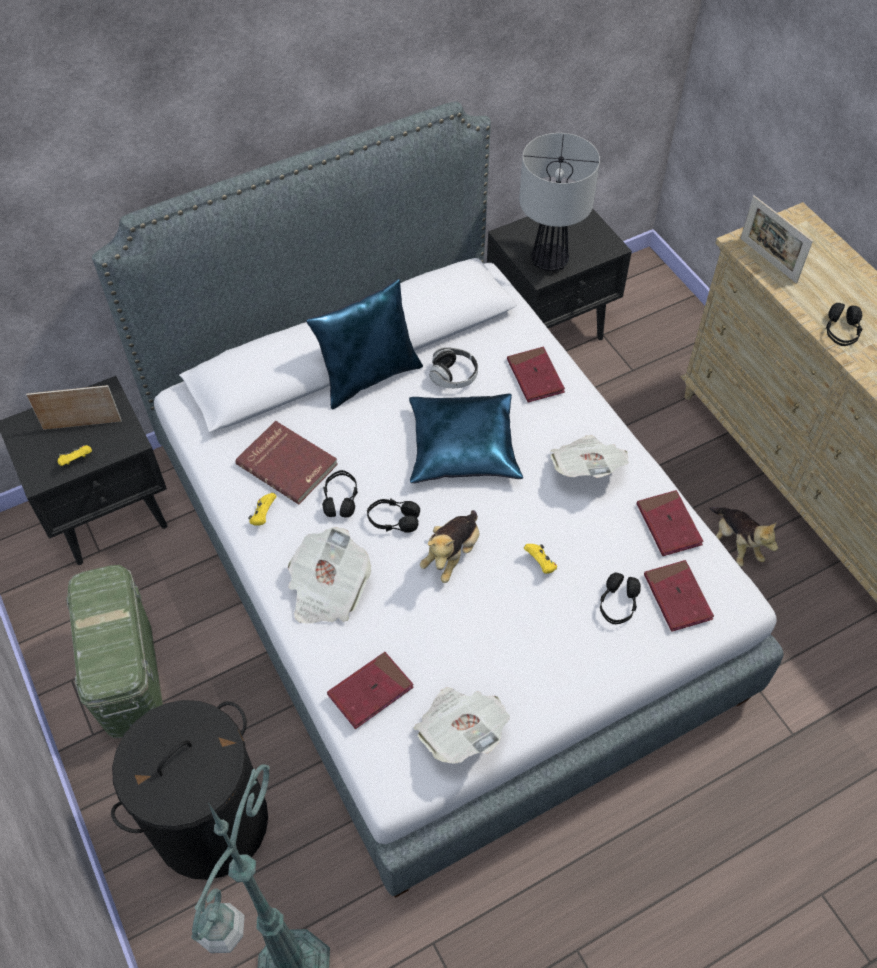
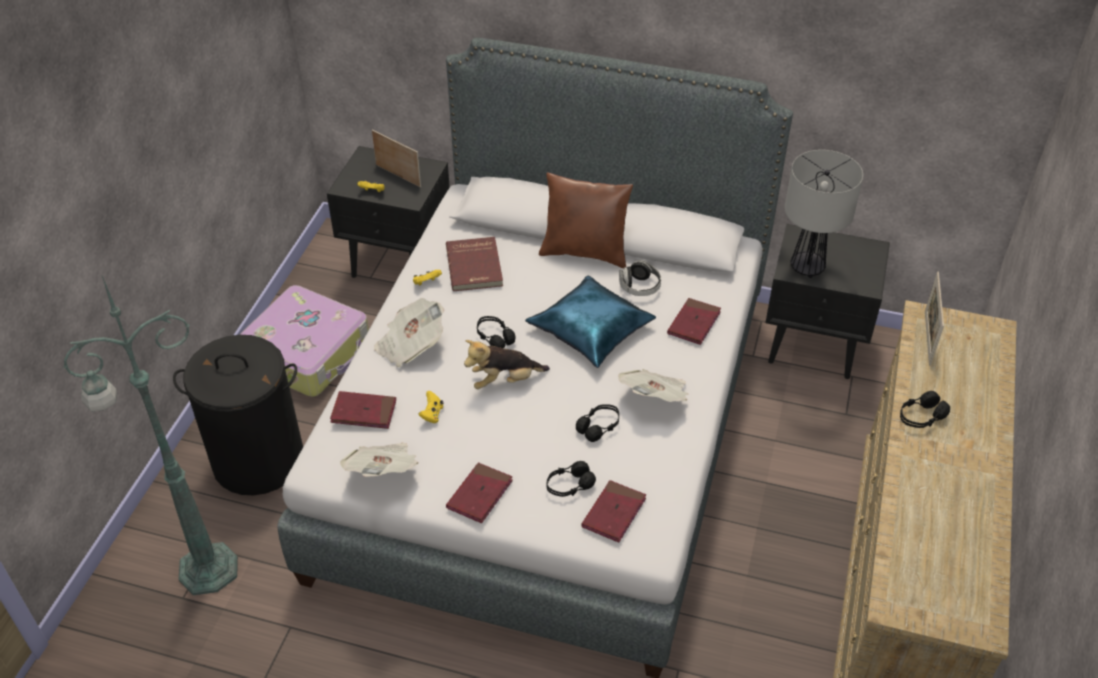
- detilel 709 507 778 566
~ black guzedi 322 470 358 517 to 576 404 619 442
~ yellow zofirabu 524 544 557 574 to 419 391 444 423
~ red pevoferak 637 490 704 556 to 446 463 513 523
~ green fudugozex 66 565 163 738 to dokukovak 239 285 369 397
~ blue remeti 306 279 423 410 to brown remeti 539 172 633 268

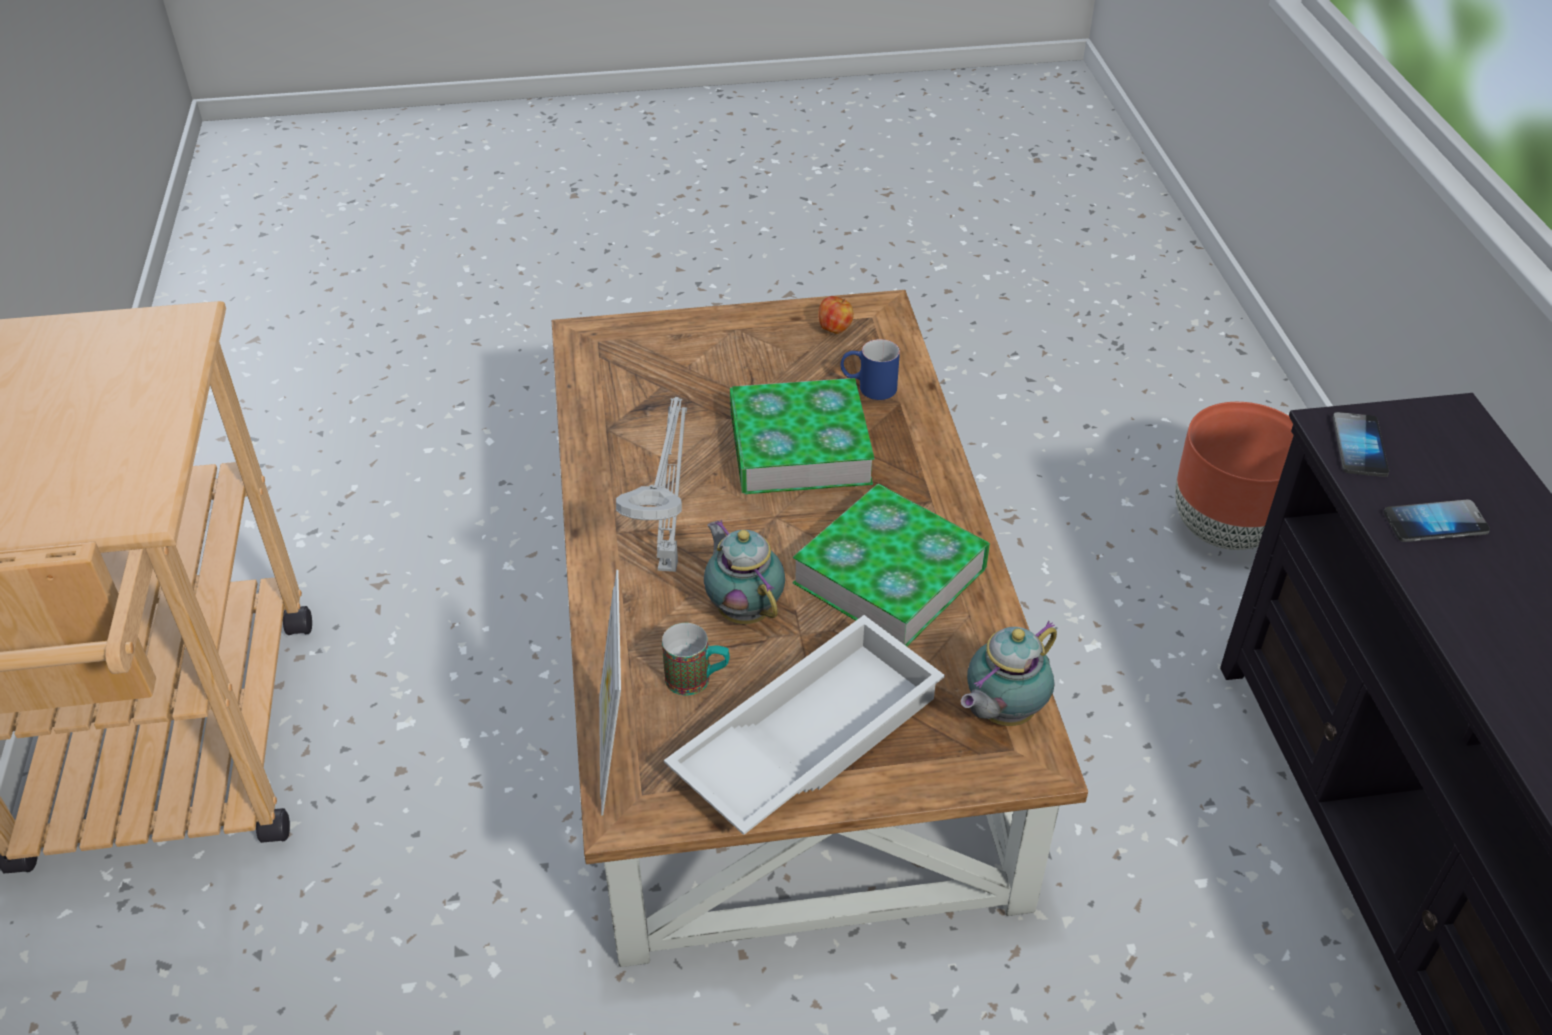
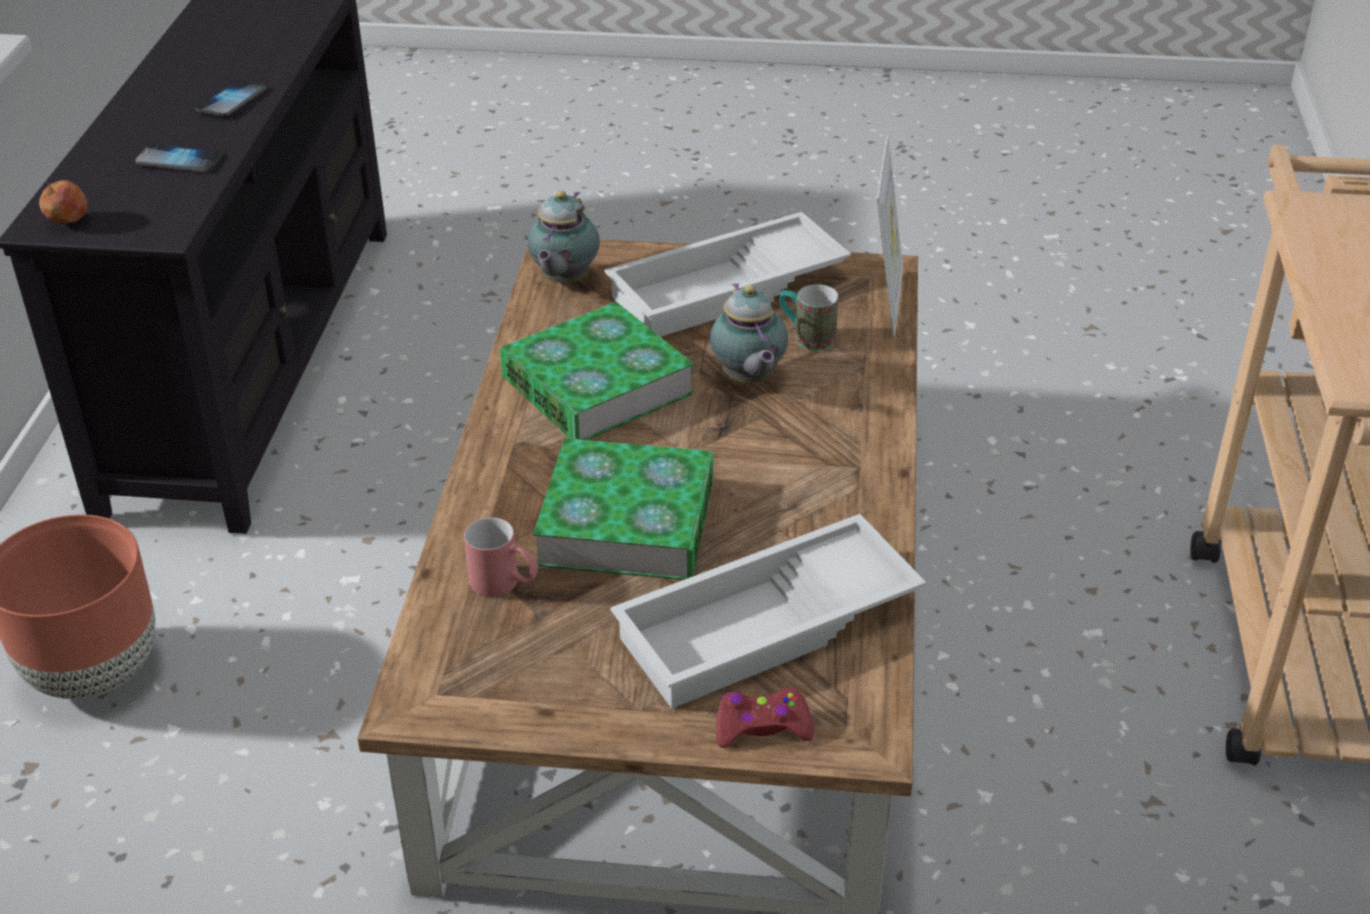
- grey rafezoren 616 397 687 572
+ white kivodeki 610 514 926 708
+ red zofirabu 716 688 814 748
~ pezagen 818 296 854 334 to 39 180 88 223
~ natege 1332 412 1389 477 to 196 80 267 117
~ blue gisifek 840 339 900 400 to red gisifek 464 518 538 597
~ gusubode 961 621 1057 726 = 528 191 600 284 135 degrees clockwise

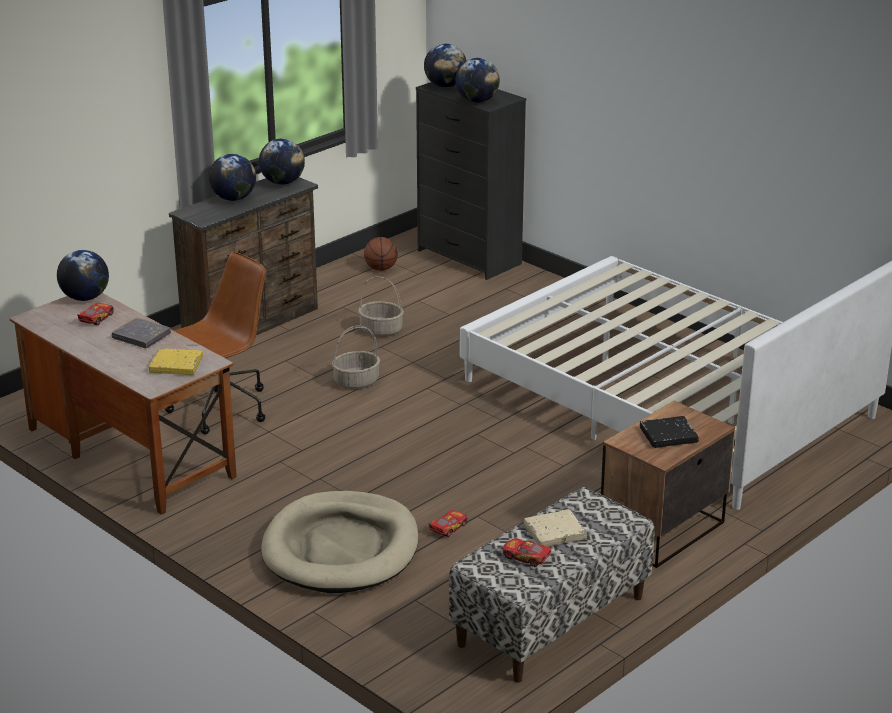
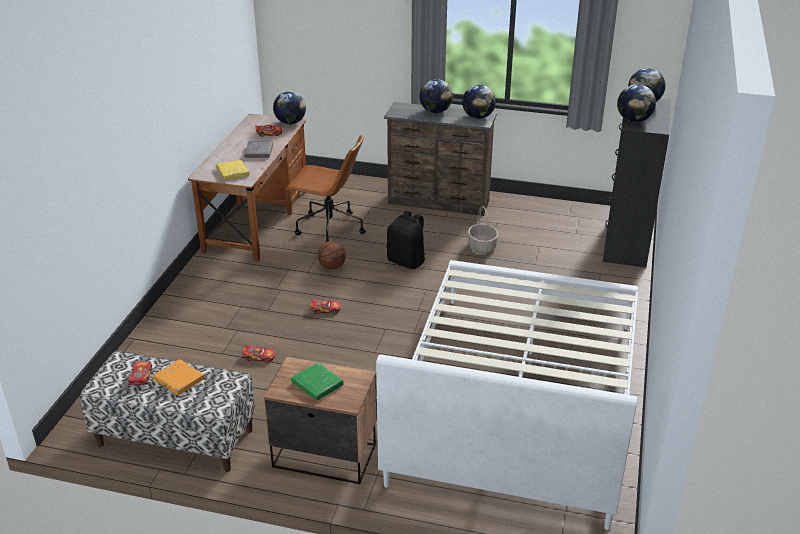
- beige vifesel 261 491 418 593
+ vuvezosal 310 300 341 314
~ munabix 364 237 398 271 to 318 241 346 269
~ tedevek 332 325 380 389 to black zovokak 386 211 426 269
~ beige pevoferak 523 509 587 547 to orange pevoferak 153 359 204 395
~ black pevoferak 640 416 698 448 to green pevoferak 291 362 344 400

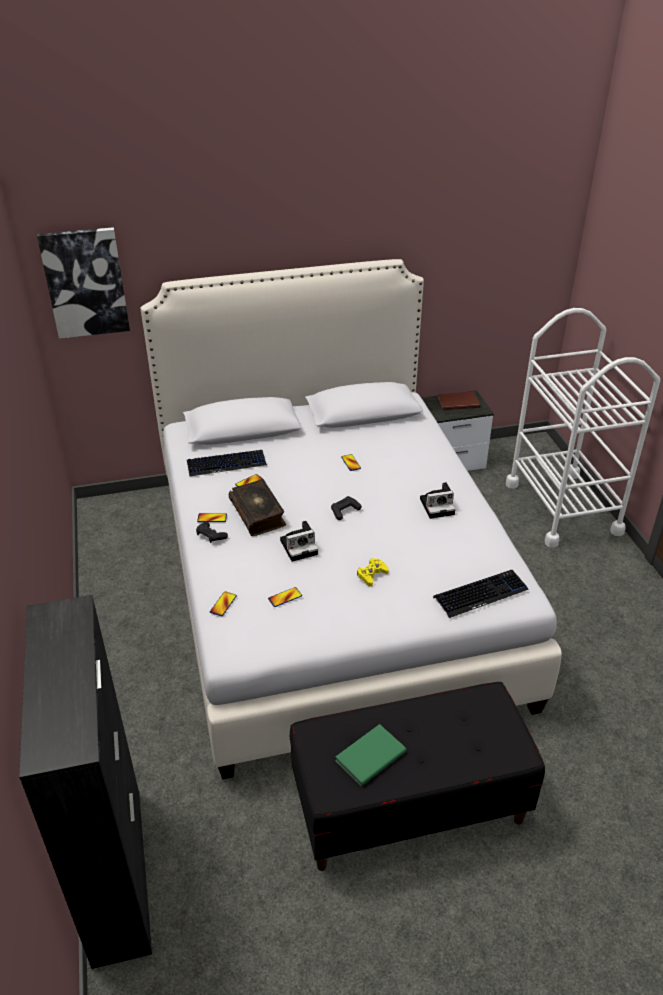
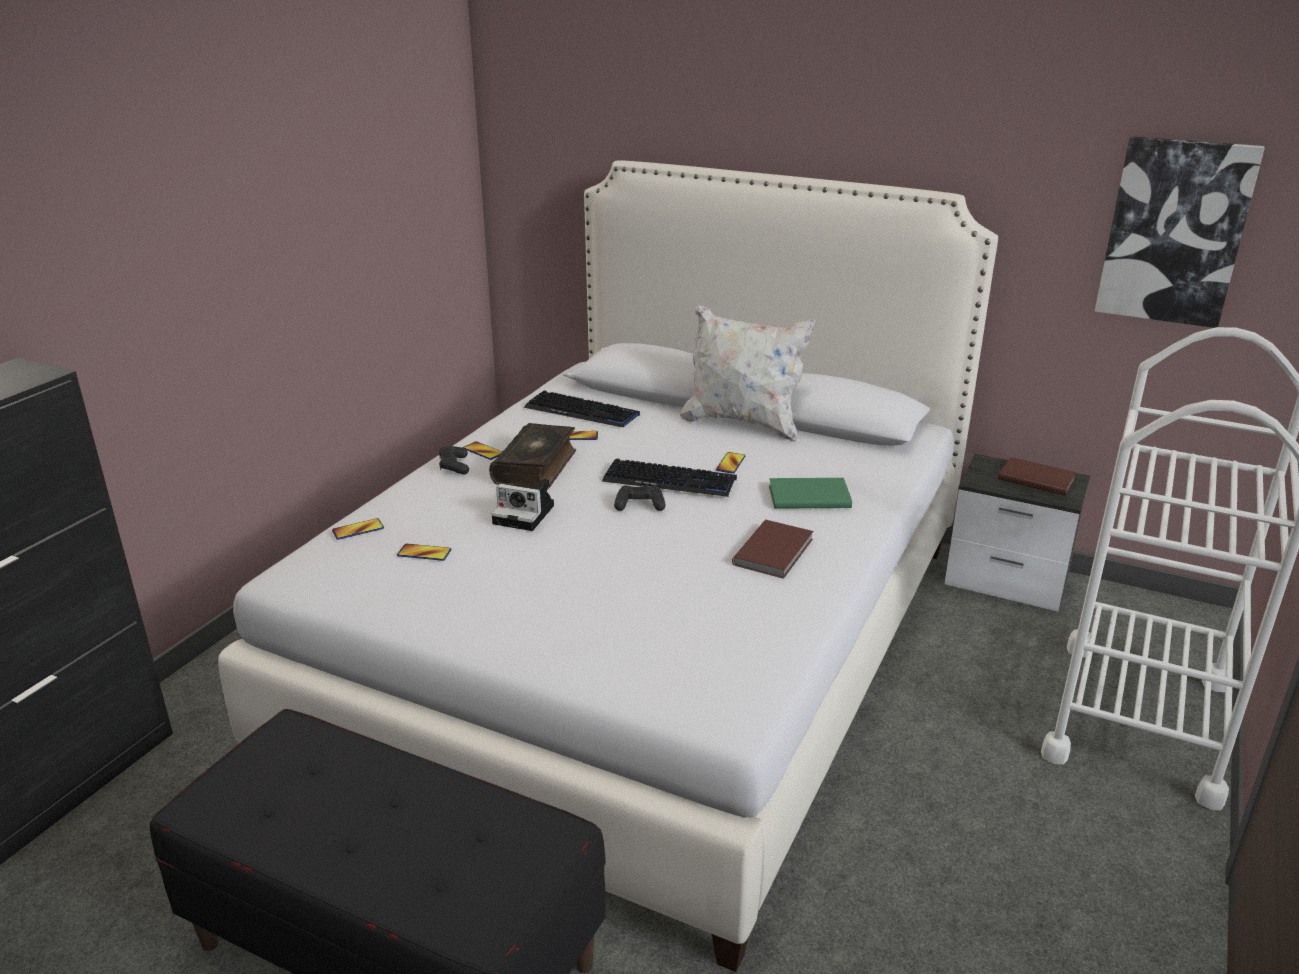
- yellow zofirabu 357 558 389 587
+ white remeti 680 304 815 442
~ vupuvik 37 227 130 339 to 1094 136 1265 328
~ green pevoferak 335 724 407 786 to 769 478 852 509
~ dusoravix 433 570 529 618 to 602 458 737 497
~ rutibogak 420 482 455 519 to brown pevoferak 732 520 814 579

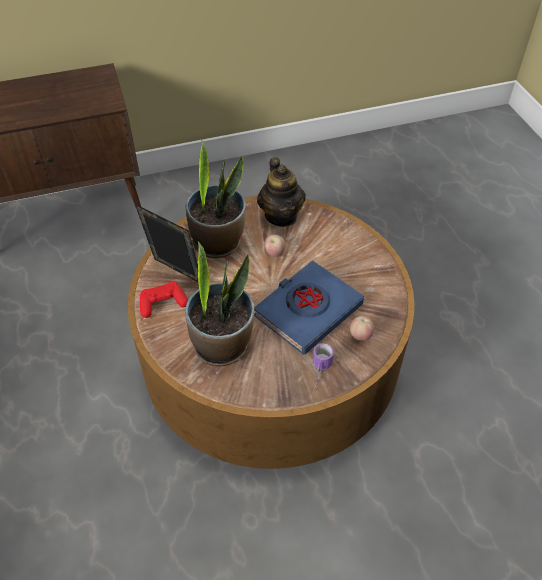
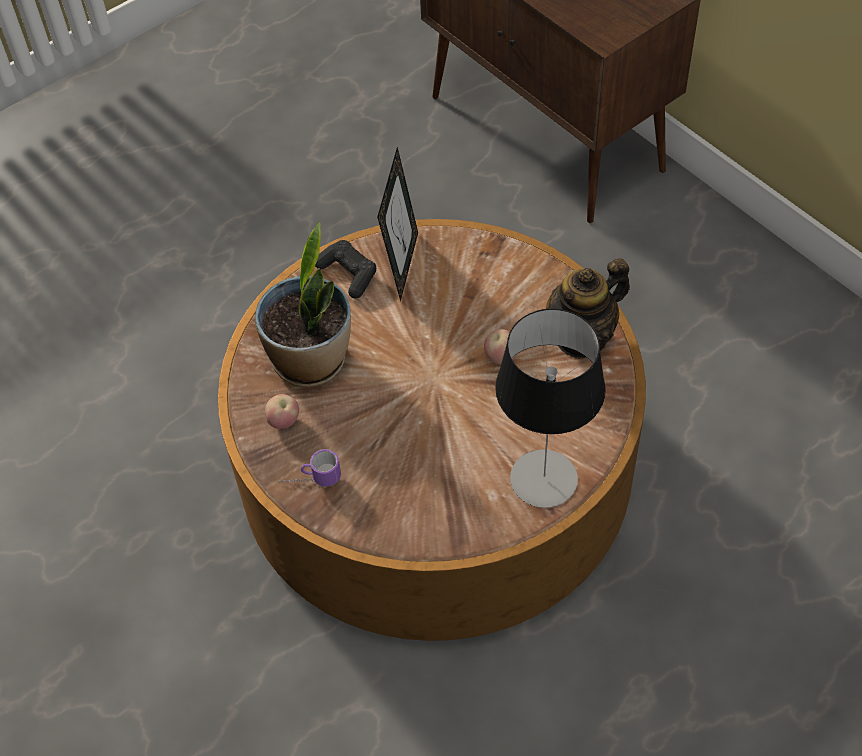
- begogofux 186 140 246 258
- blue pevoferak 254 260 364 355
+ rafezoren 495 309 606 508
~ pezagen 350 316 374 341 to 265 394 299 429
~ red zofirabu 140 282 188 318 to black zofirabu 315 240 376 298

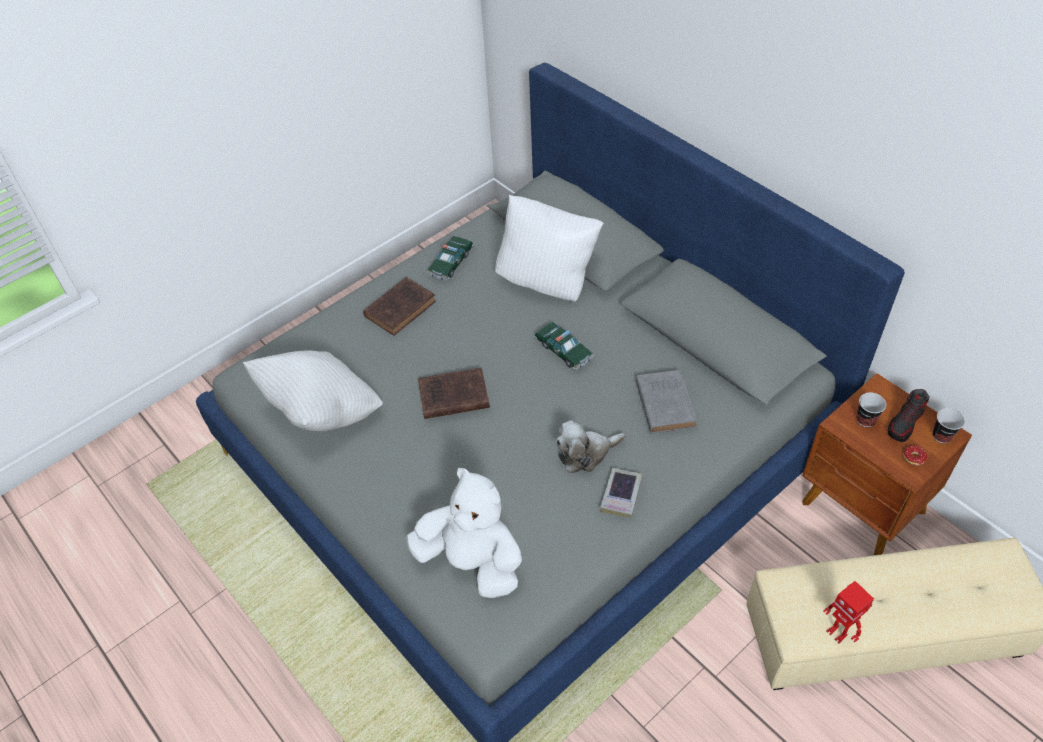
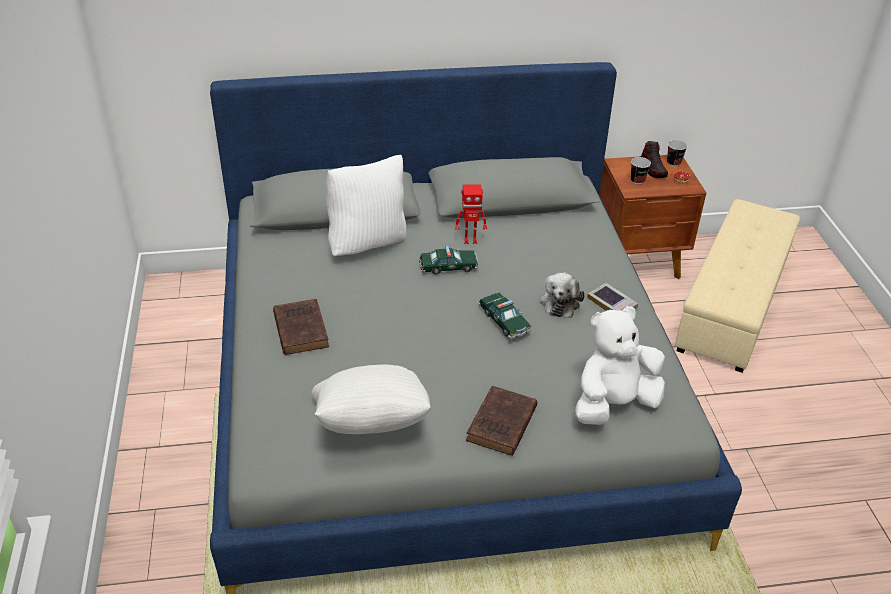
- grey pevoferak 636 370 698 434
~ brown pevoferak 418 367 490 419 to 466 386 537 456
~ vuvezosal 427 236 474 281 to 478 293 532 339
~ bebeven 823 581 874 643 to 455 184 487 244

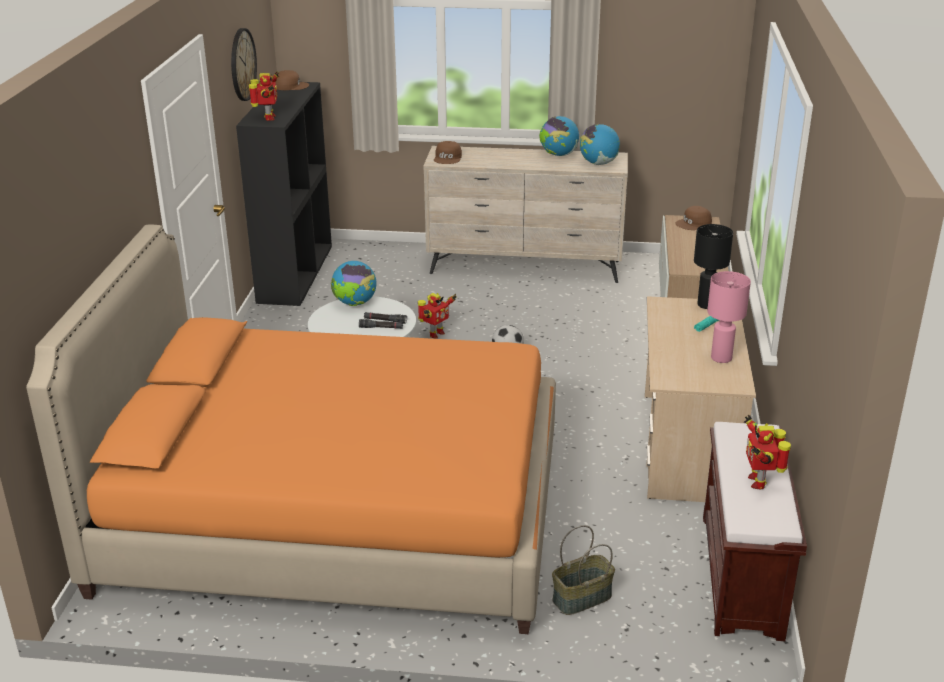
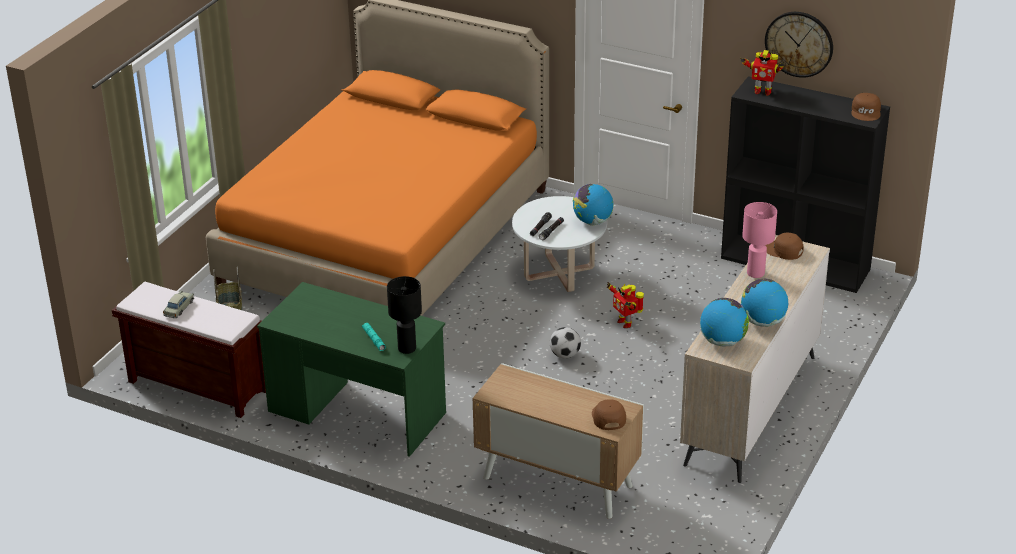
~ pink rafezoren 707 271 751 363 to 742 202 777 278
~ bebeven 744 415 791 489 to beige vuvezosal 163 290 194 318
~ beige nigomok 645 296 756 502 to green nigomok 257 282 446 457

